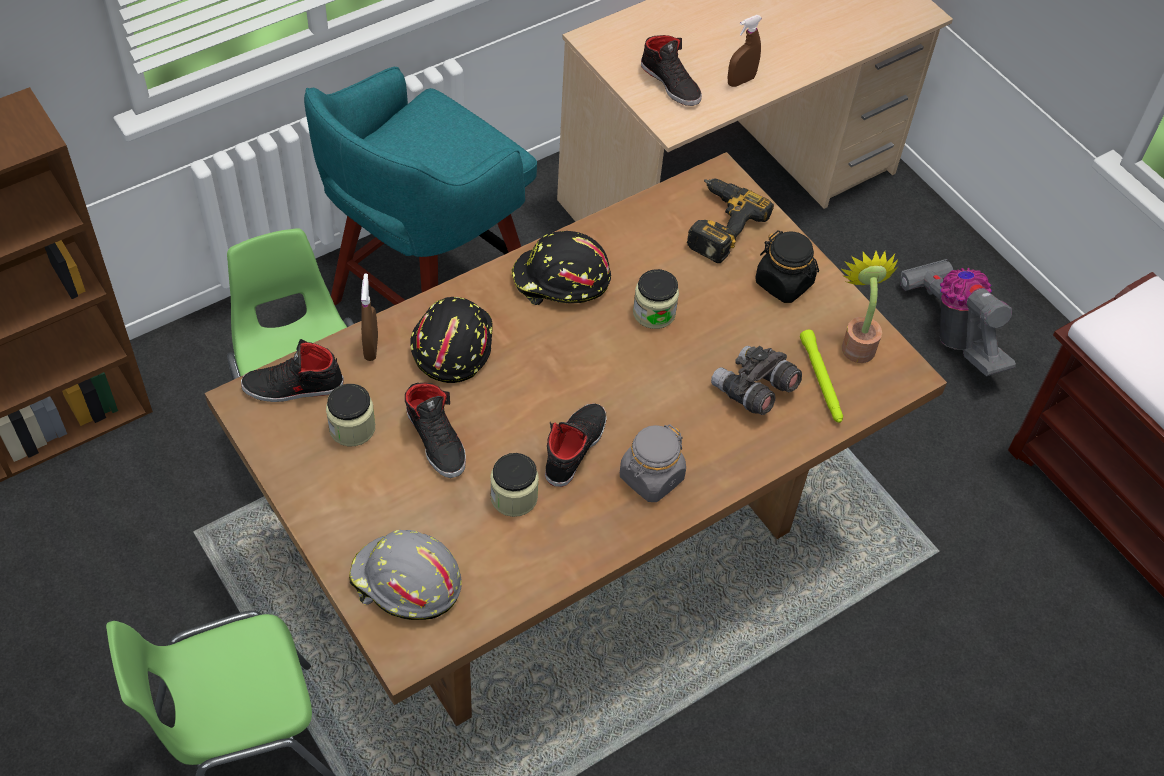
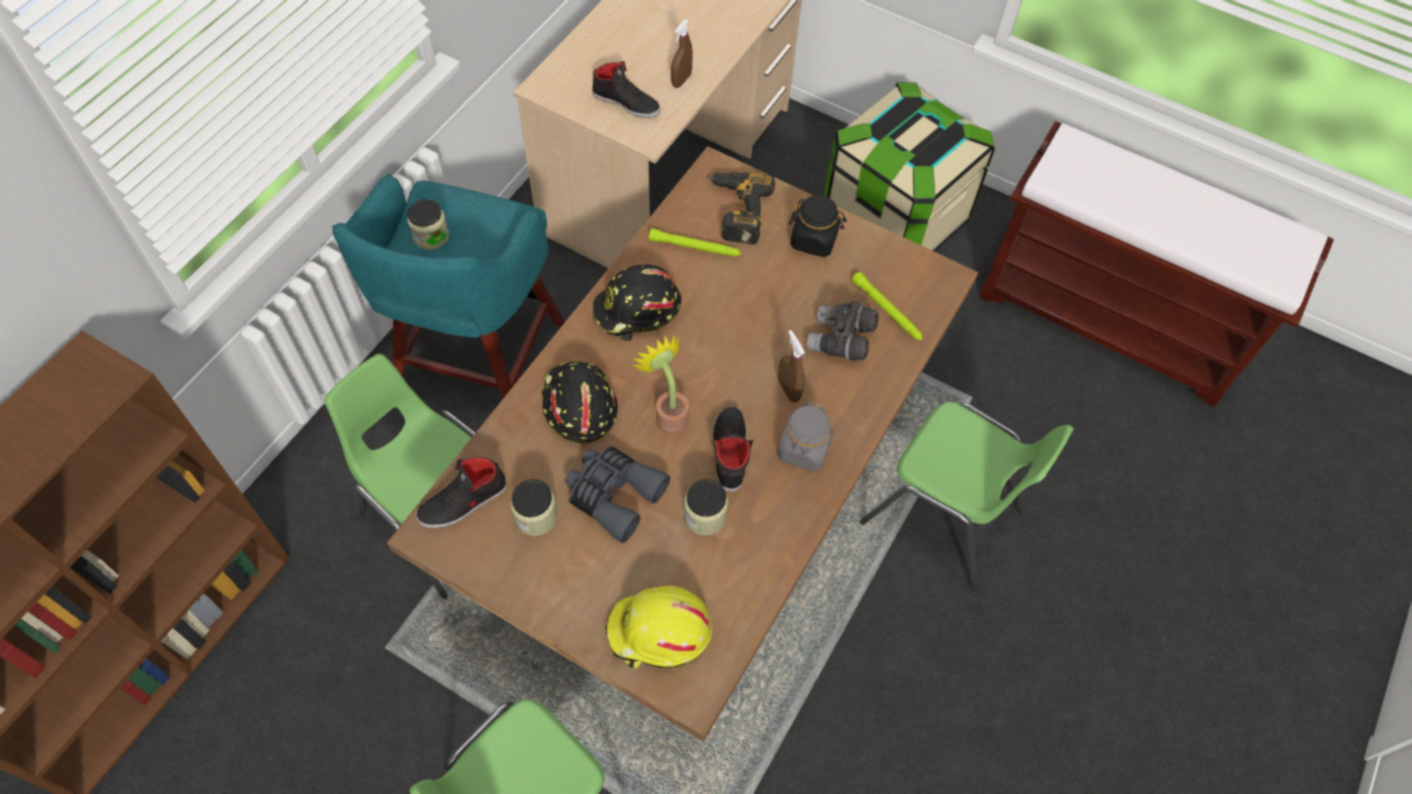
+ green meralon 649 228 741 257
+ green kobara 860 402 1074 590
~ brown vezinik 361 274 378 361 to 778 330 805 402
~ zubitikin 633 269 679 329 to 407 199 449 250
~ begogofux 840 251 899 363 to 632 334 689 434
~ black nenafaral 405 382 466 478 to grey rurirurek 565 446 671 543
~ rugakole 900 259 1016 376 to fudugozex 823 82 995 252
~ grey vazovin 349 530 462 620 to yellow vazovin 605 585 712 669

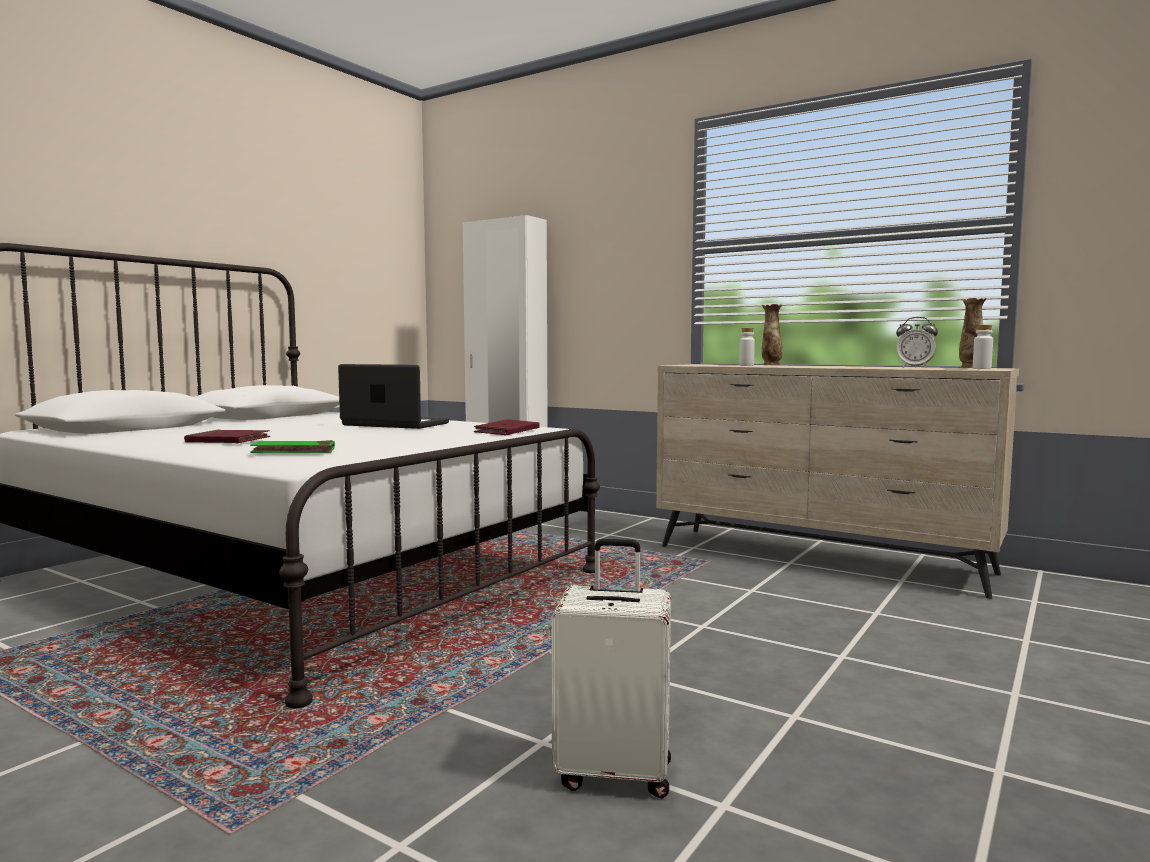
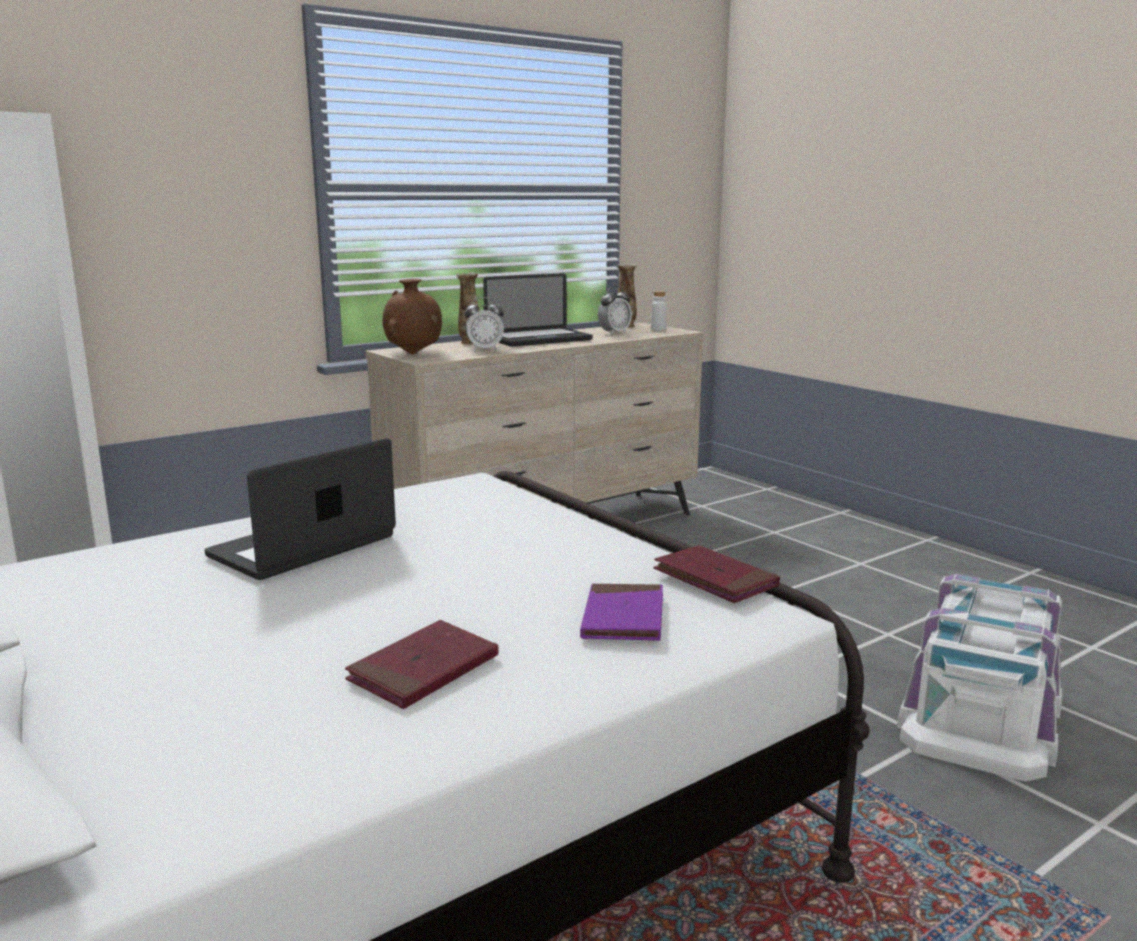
+ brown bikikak 382 279 442 354
+ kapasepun 483 273 593 347
~ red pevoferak 474 419 540 435 to 653 545 780 603
~ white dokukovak 551 539 671 798 to white fudugozex 897 574 1062 781
~ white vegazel 739 328 755 366 to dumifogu 464 297 504 351
~ green pevoferak 250 440 335 453 to purple pevoferak 580 584 663 641

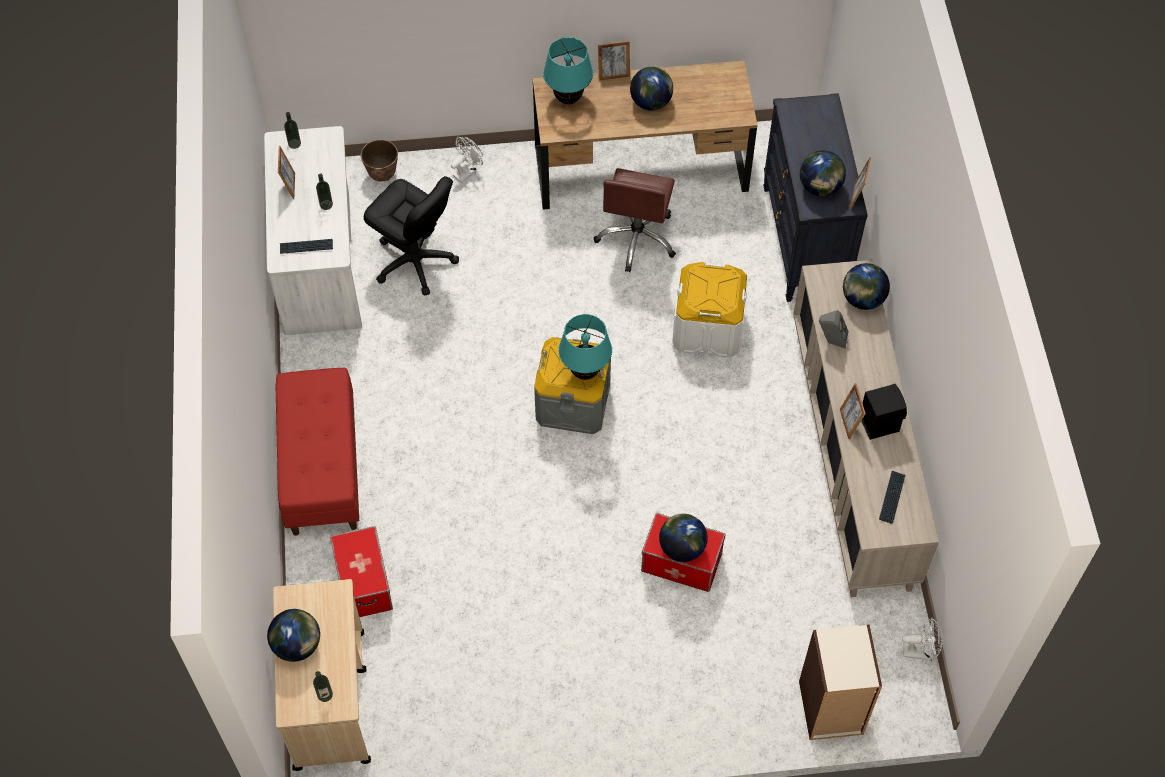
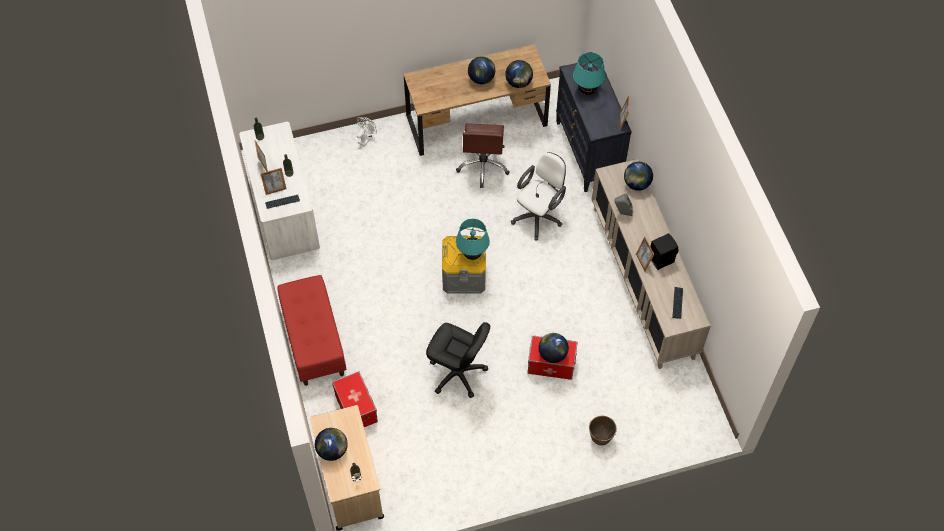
- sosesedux 799 625 882 740
- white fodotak 902 618 943 662
~ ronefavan 361 139 398 181 to 589 416 617 445
~ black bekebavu 364 176 459 296 to 426 322 490 398
~ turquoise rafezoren 543 37 593 104 to 573 52 606 95
~ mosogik 598 41 630 80 to 260 168 286 195
~ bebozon 800 151 846 197 to 505 60 533 88
~ white fudugozex 672 262 748 358 to white bekebavu 511 152 566 240

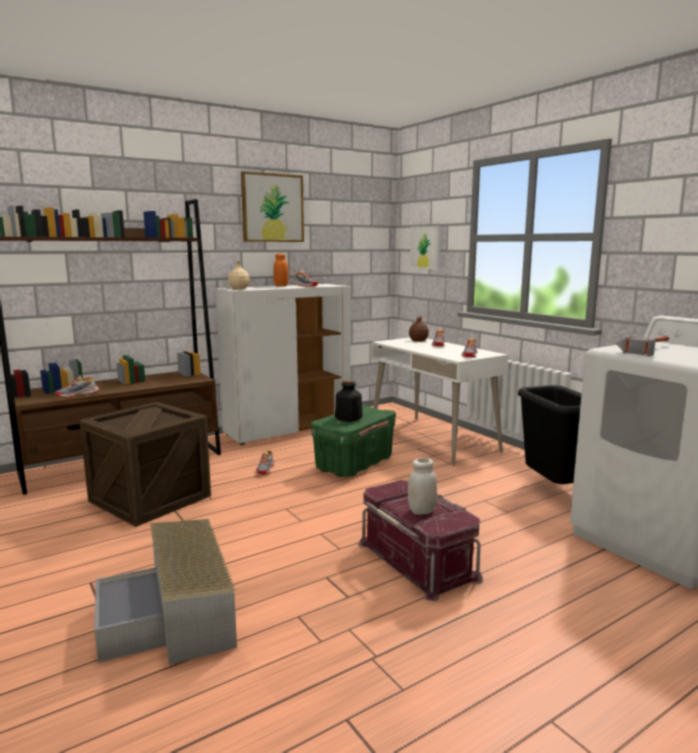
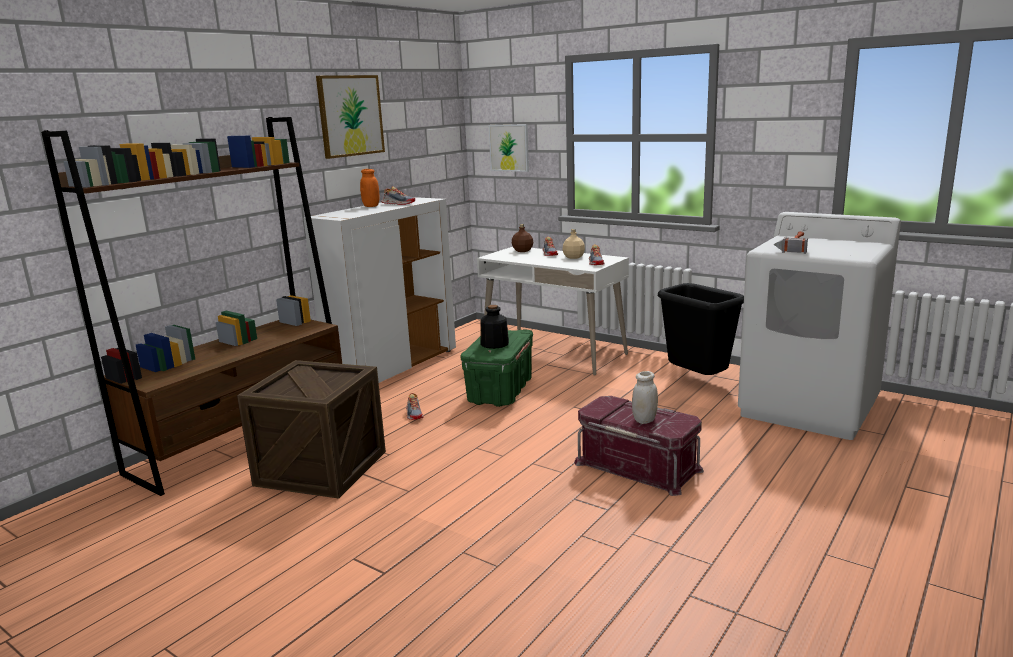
- nenafaral 55 375 100 398
- grey fudugozex 94 519 237 665
~ beige vegazel 228 261 250 289 to 563 229 585 259

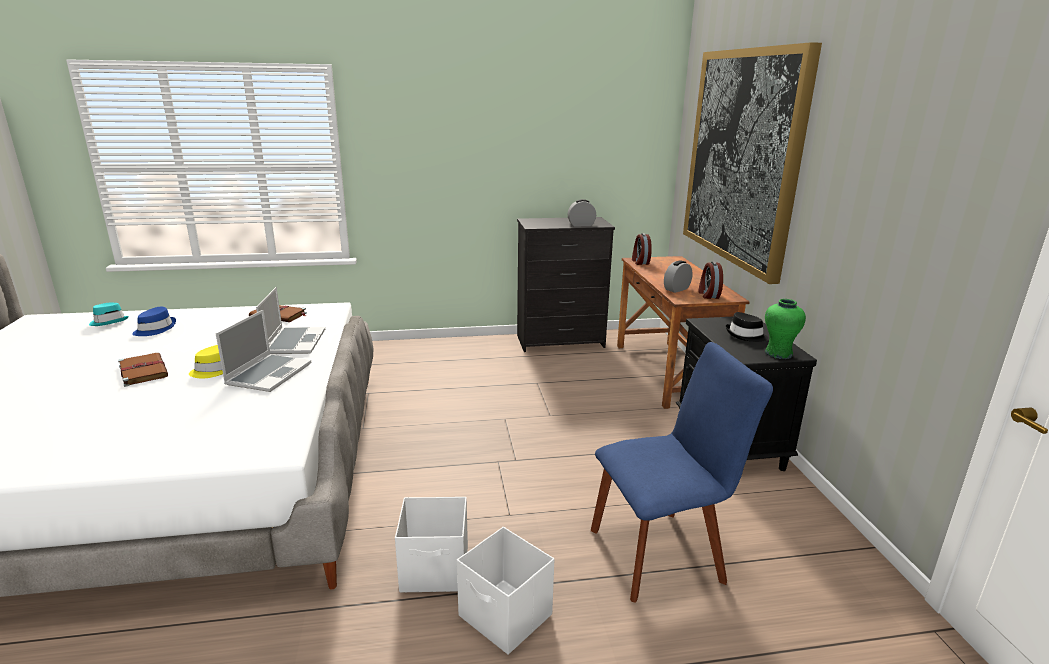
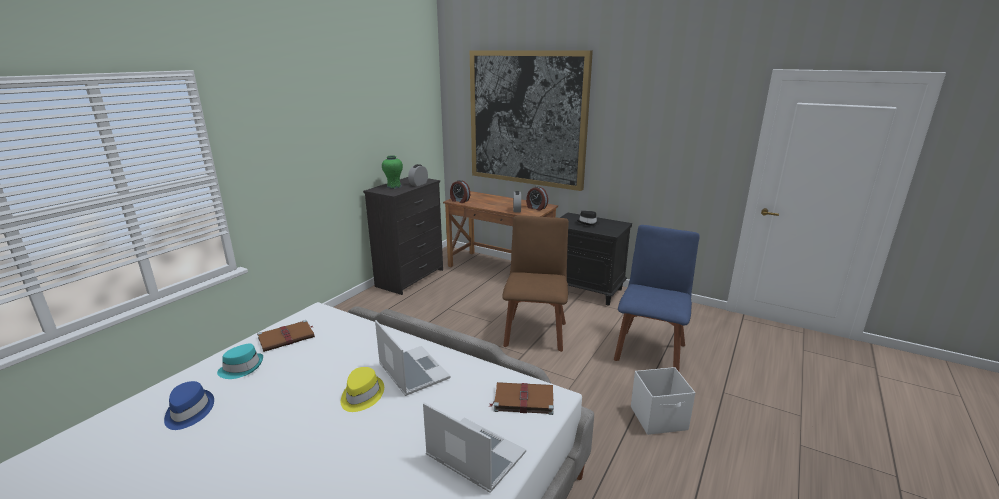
- white fudugozex 395 497 468 592
+ brown kobara 502 215 569 352
~ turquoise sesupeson 89 303 129 326 to 217 343 263 379
~ brown pevoferak 118 353 168 387 to 489 382 554 415
~ kapasepun 256 287 325 354 to 423 403 526 493
~ green bikikak 765 299 806 359 to 382 155 403 188

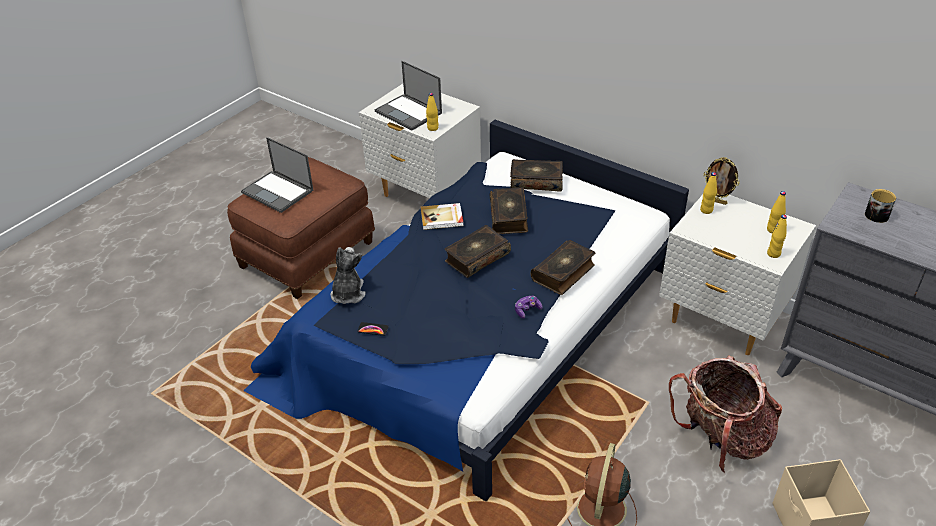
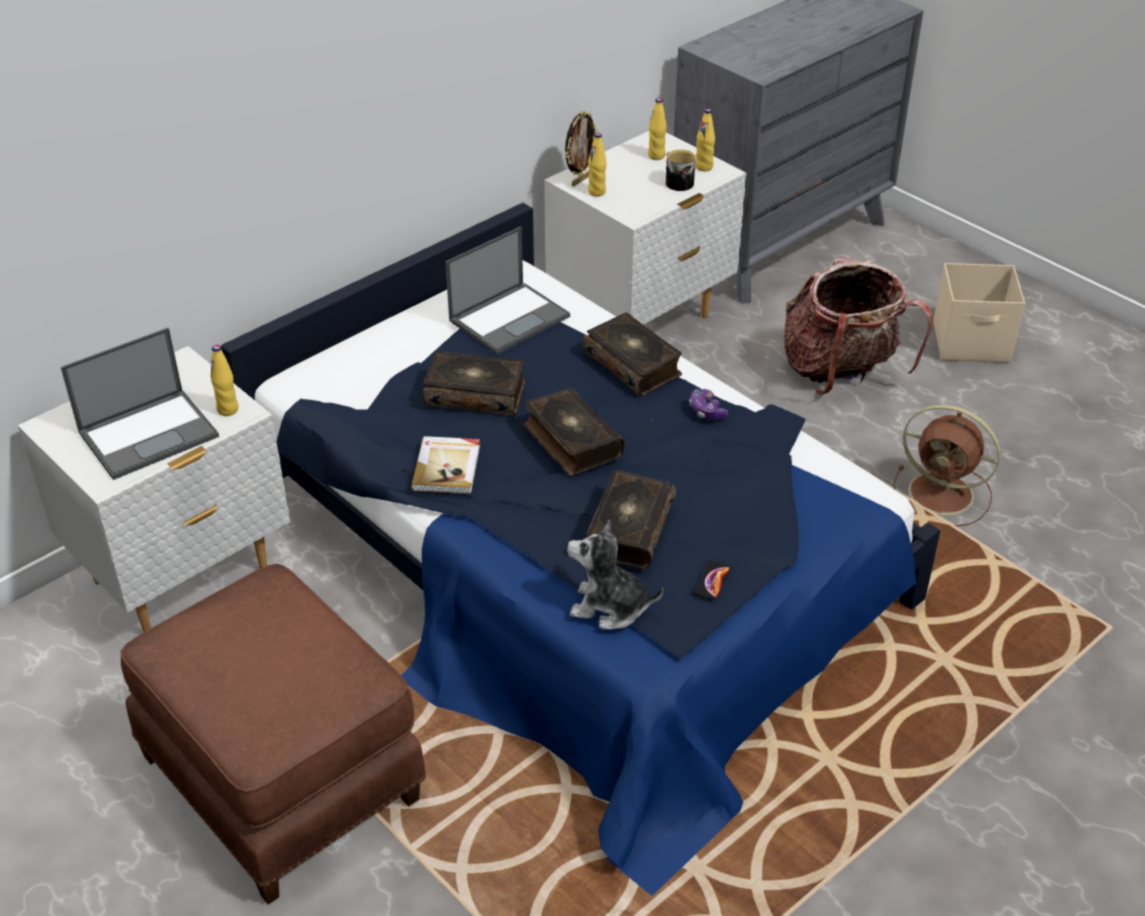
~ kapasepun 241 137 314 213 to 445 226 570 355
~ pevoferak 510 159 563 192 to 586 469 676 569
~ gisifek 865 189 896 223 to 666 149 696 191

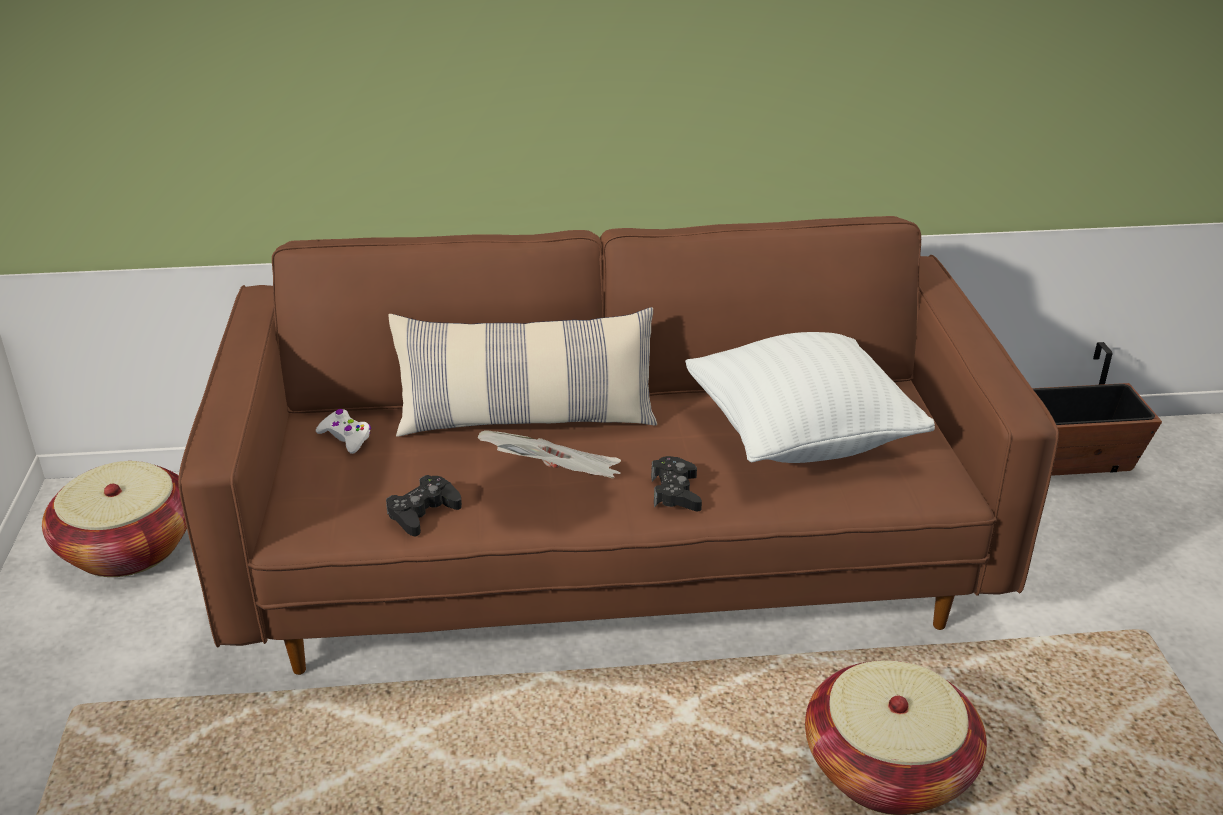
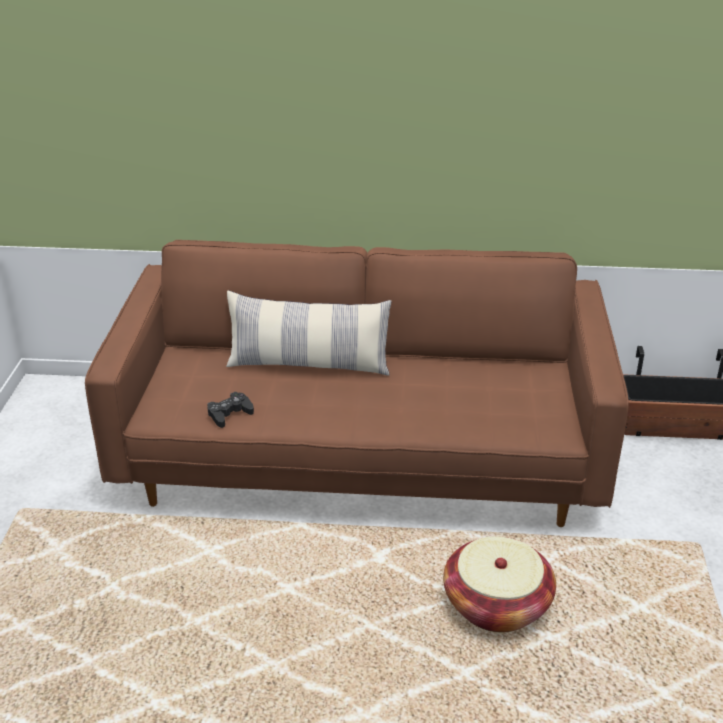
- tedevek 42 461 187 577
- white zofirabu 316 409 371 454
- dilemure 478 430 621 478
- black zofirabu 651 456 702 511
- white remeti 685 332 935 463

